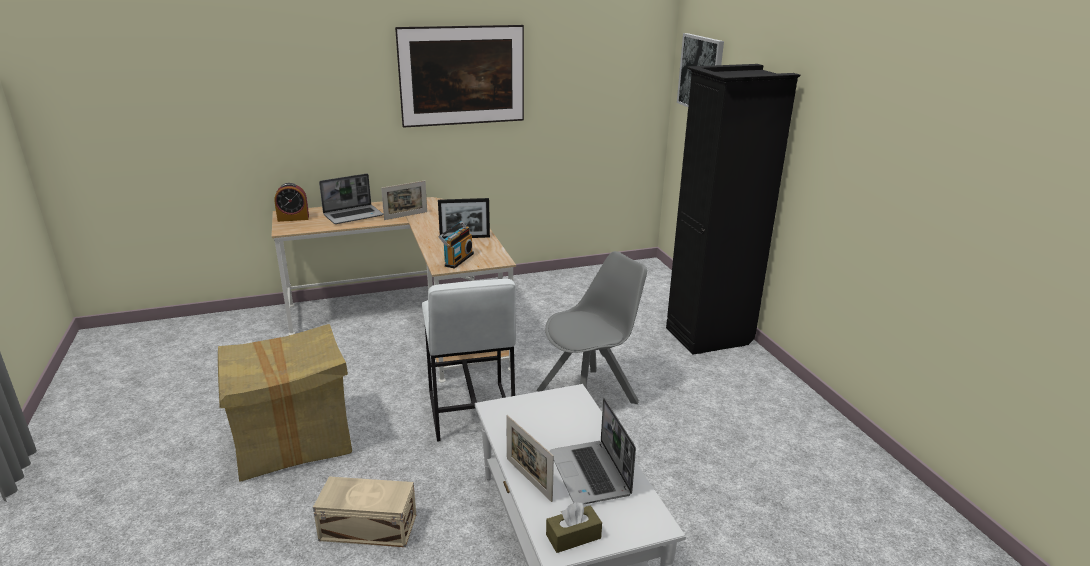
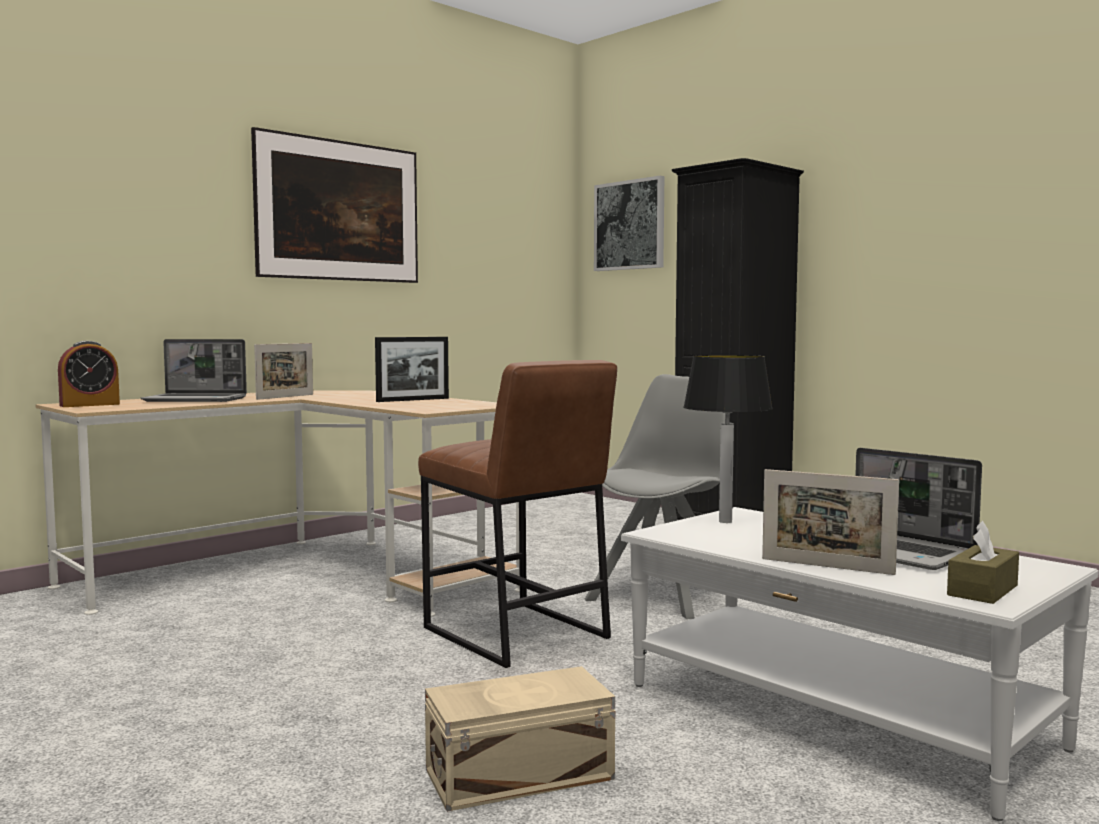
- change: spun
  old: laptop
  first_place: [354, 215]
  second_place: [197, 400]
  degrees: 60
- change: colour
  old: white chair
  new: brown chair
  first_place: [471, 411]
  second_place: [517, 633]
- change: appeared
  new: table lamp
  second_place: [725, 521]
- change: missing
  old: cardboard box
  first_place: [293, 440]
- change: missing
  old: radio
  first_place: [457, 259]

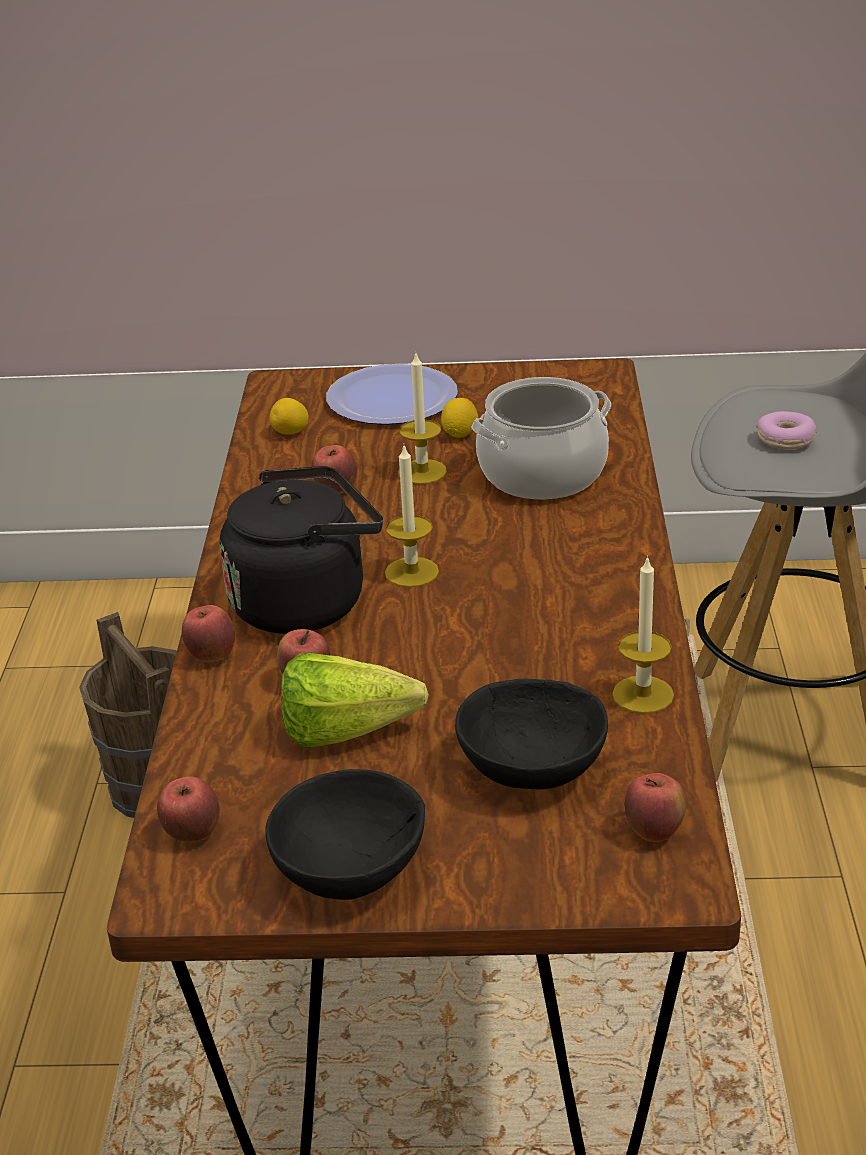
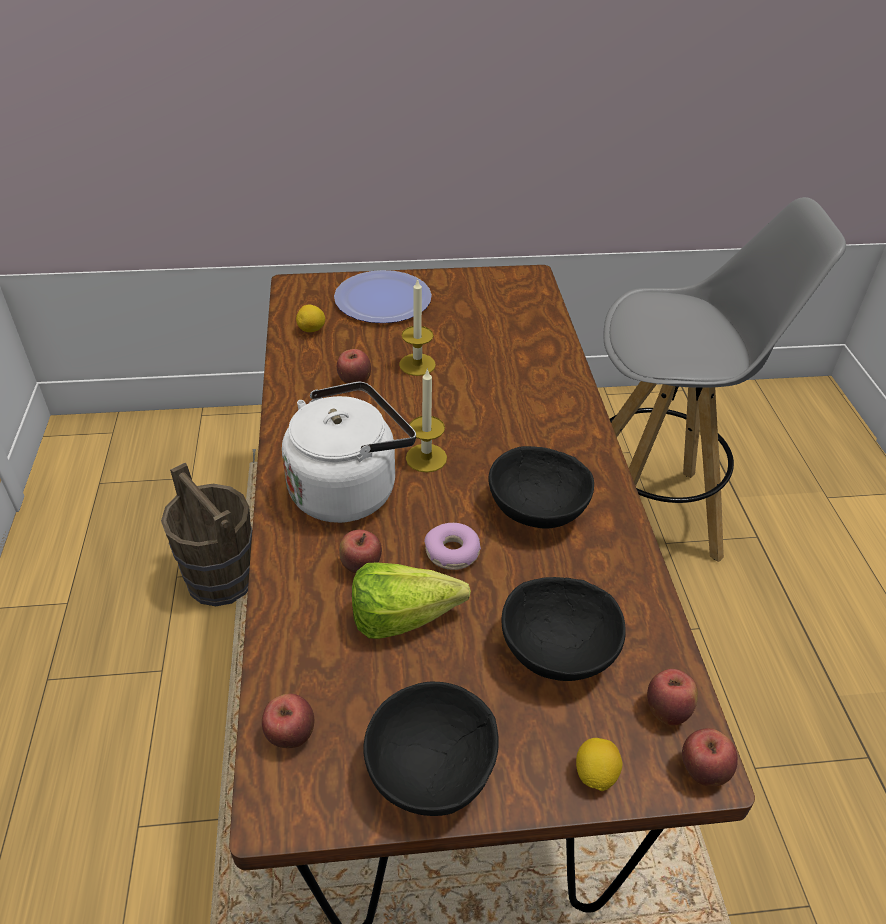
- change: colour
  old: black kettle
  new: white kettle
  first_place: [306, 602]
  second_place: [348, 488]
- change: relocated
  old: donut
  first_place: [786, 440]
  second_place: [452, 553]
- change: appeared
  new: black bowl
  second_place: [535, 510]
- change: relocated
  old: lemon
  first_place: [459, 434]
  second_place: [595, 774]
- change: relocated
  old: apple
  first_place: [211, 656]
  second_place: [702, 771]
- change: missing
  old: cooking pot
  first_place: [542, 474]
- change: missing
  old: candle
  first_place: [643, 694]

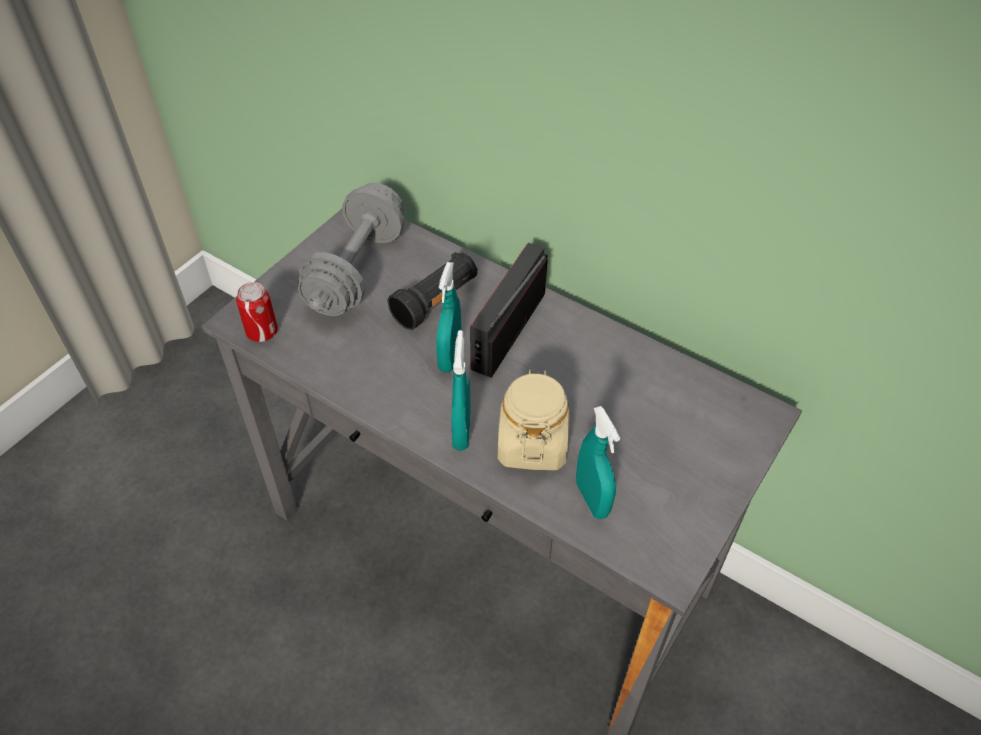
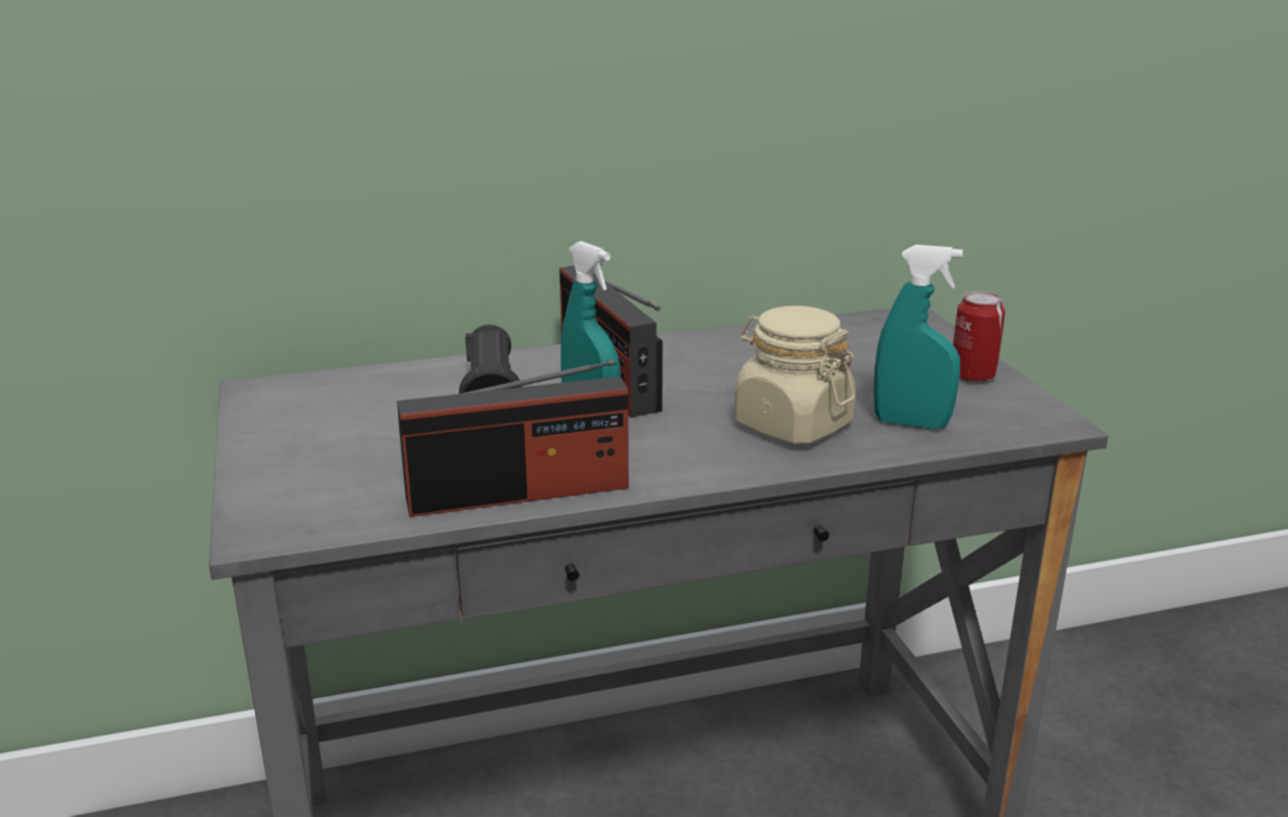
- change: appeared
  new: radio
  second_place: [519, 492]
- change: relocated
  old: can
  first_place: [262, 332]
  second_place: [972, 375]
- change: missing
  old: grey dumbbell
  first_place: [356, 270]
- change: missing
  old: turquoise spray bottle
  first_place: [461, 432]

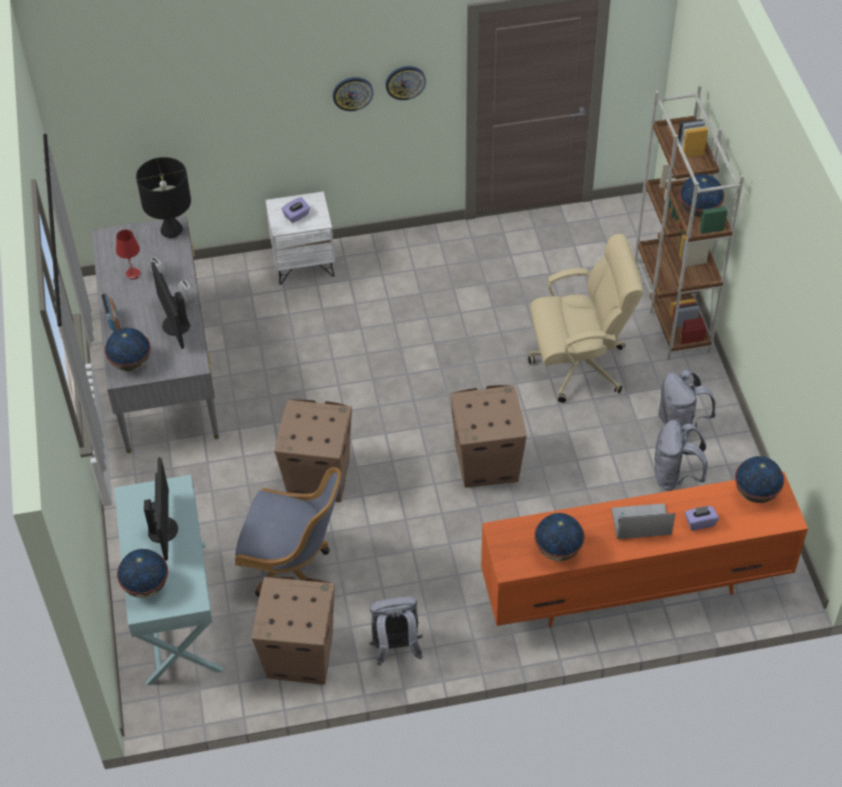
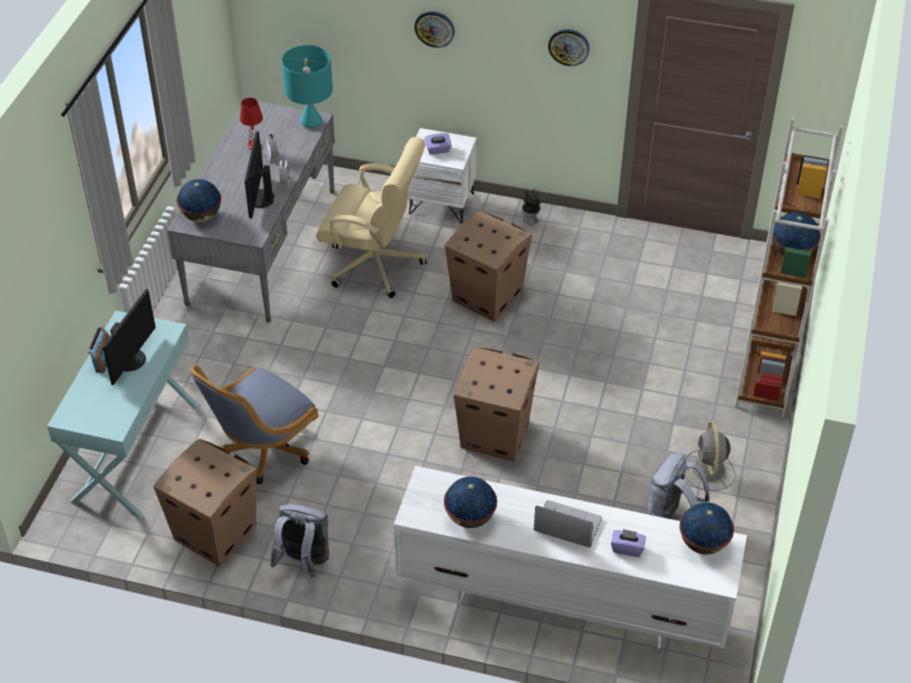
- change: relocated
  old: radio
  first_place: [113, 321]
  second_place: [104, 360]
- change: spun
  old: blue office chair
  first_place: [294, 566]
  second_place: [261, 454]
  degrees: 90
- change: colour
  old: black table lamp
  new: turquoise table lamp
  first_place: [172, 231]
  second_place: [311, 122]
- change: relocated
  old: beige office chair
  first_place: [579, 366]
  second_place: [374, 264]
- change: colour
  old: orange cabinet
  new: white cabinet
  first_place: [633, 590]
  second_place: [561, 604]
- change: relocated
  old: wall clock
  first_place: [352, 93]
  second_place: [434, 28]
- change: relocated
  old: cardboard box
  first_place: [317, 477]
  second_place: [486, 295]
- change: appeared
  new: potted plant
  second_place: [530, 220]
- change: exchanged
  old: grey backpack
  new: grey fan
  first_place: [680, 424]
  second_place: [708, 471]
- change: missing
  old: globe
  first_place: [145, 586]

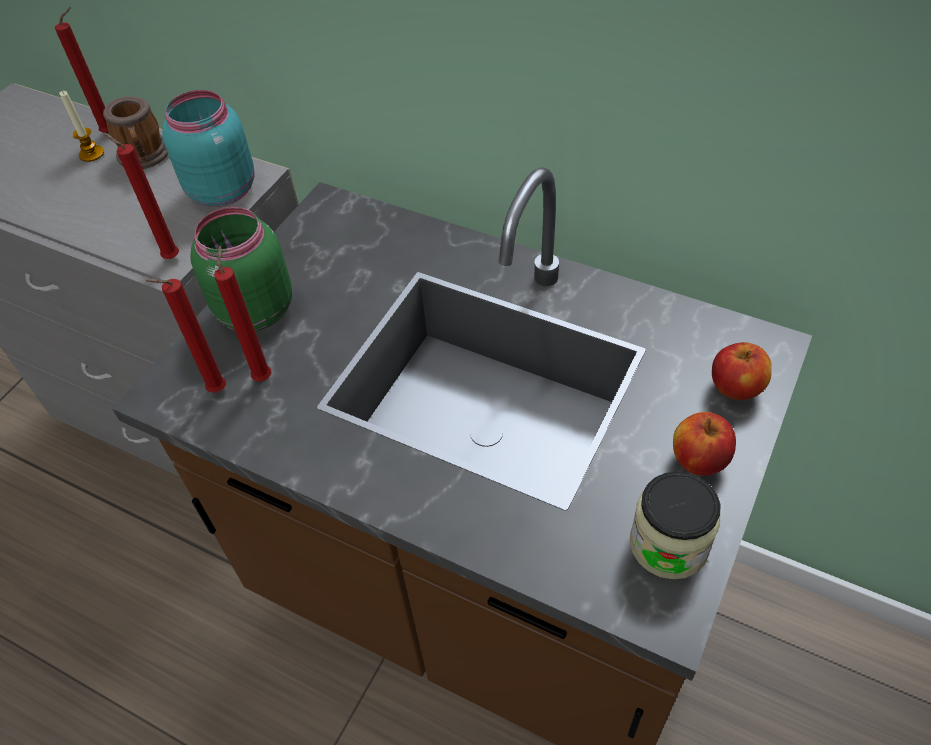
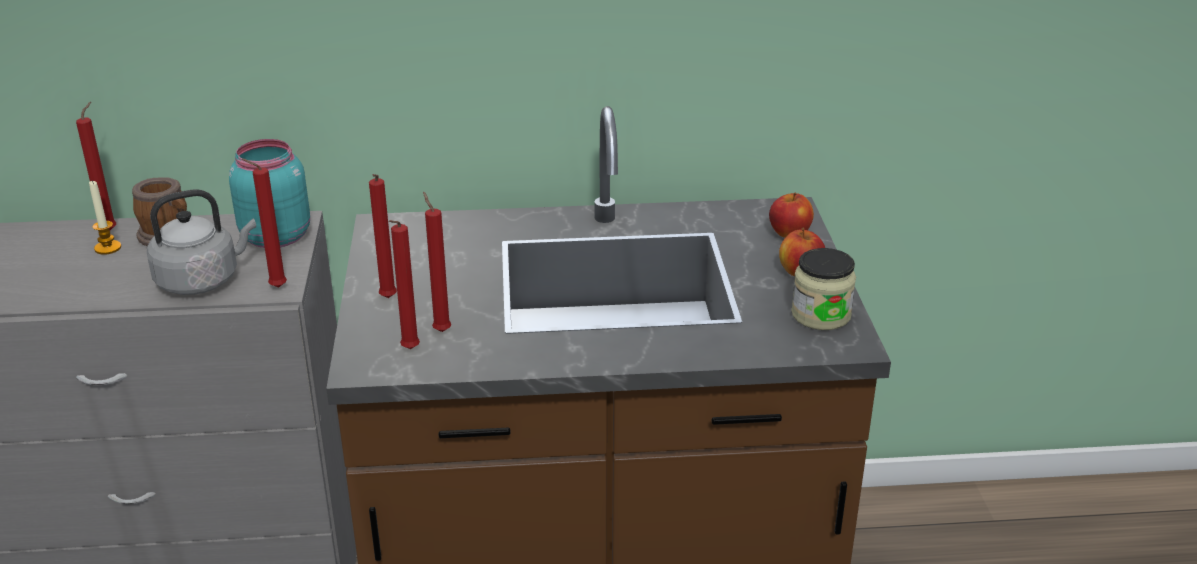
- change: appeared
  new: grey kettle
  second_place: [202, 280]
- change: exchanged
  old: green jar
  new: red candle
  first_place: [253, 311]
  second_place: [387, 299]

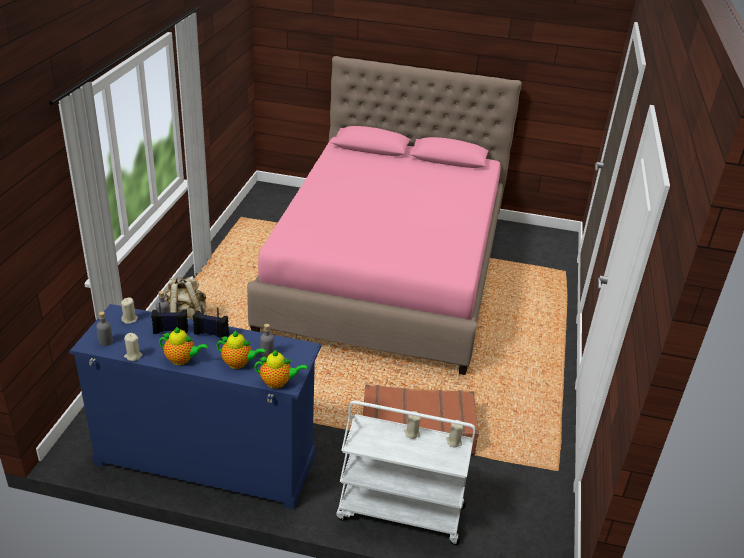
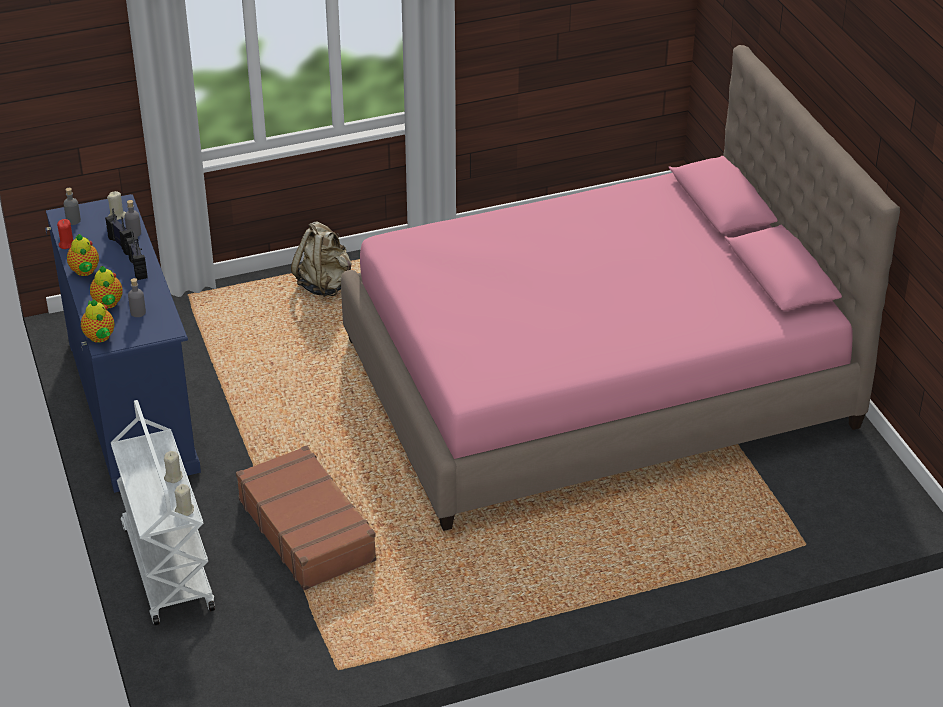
- change: colour
  old: beige candle
  new: red candle
  first_place: [133, 356]
  second_place: [66, 244]

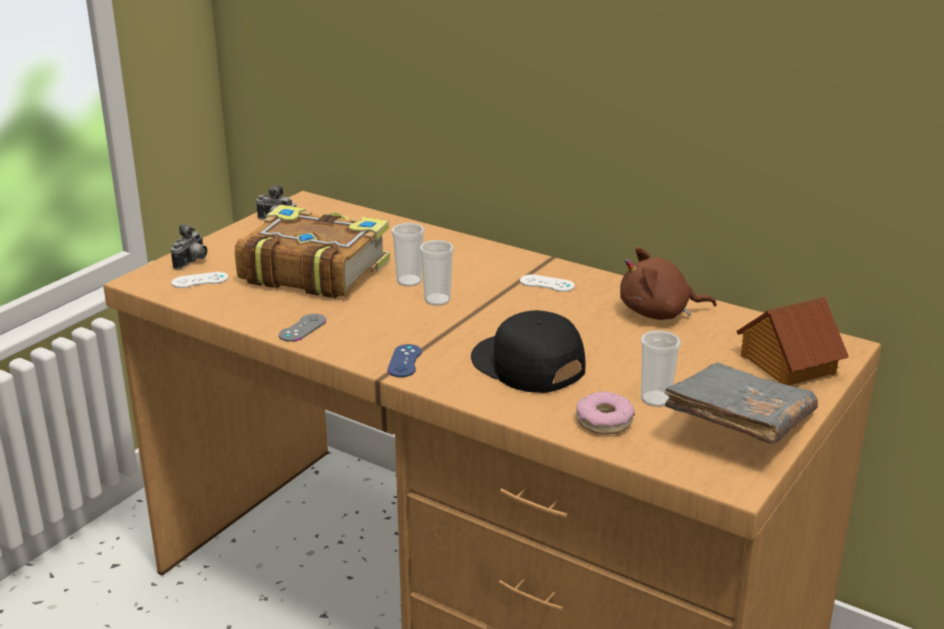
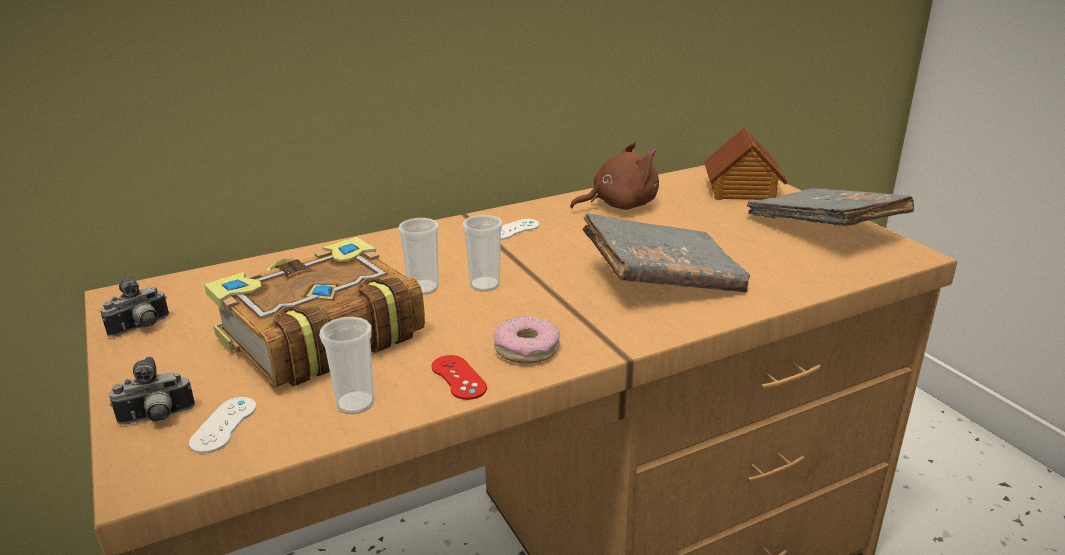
- change: spun
  old: photo camera
  first_place: [192, 262]
  second_place: [157, 419]
  degrees: 105
- change: relocated
  old: cup
  first_place: [655, 399]
  second_place: [355, 403]
- change: colour
  old: grey game controller
  new: red game controller
  first_place: [302, 328]
  second_place: [458, 377]
- change: relocated
  old: donut
  first_place: [603, 421]
  second_place: [526, 349]
- change: spun
  old: brown plush toy
  first_place: [659, 313]
  second_place: [619, 205]
  degrees: -135
- change: exchanged
  old: black cap
  new: grey book
  first_place: [526, 365]
  second_place: [662, 278]
- change: missing
  old: blue game controller
  first_place: [404, 361]

